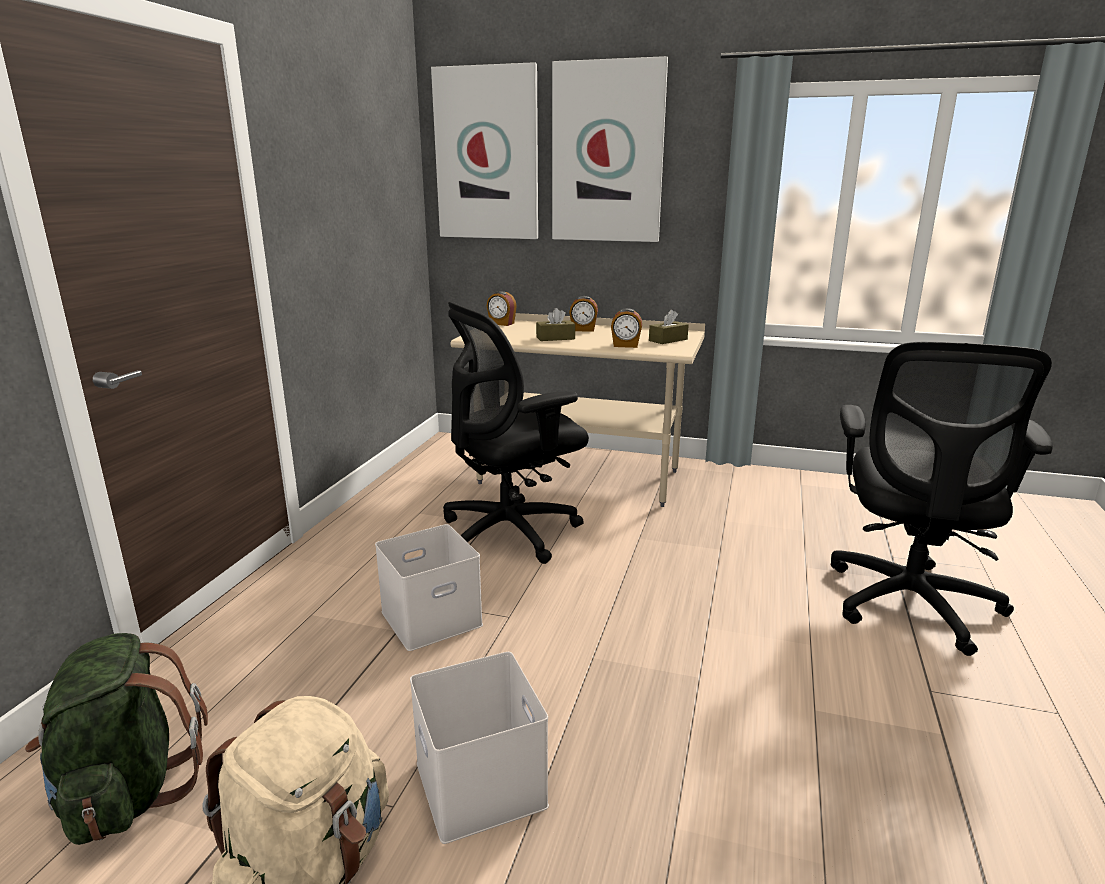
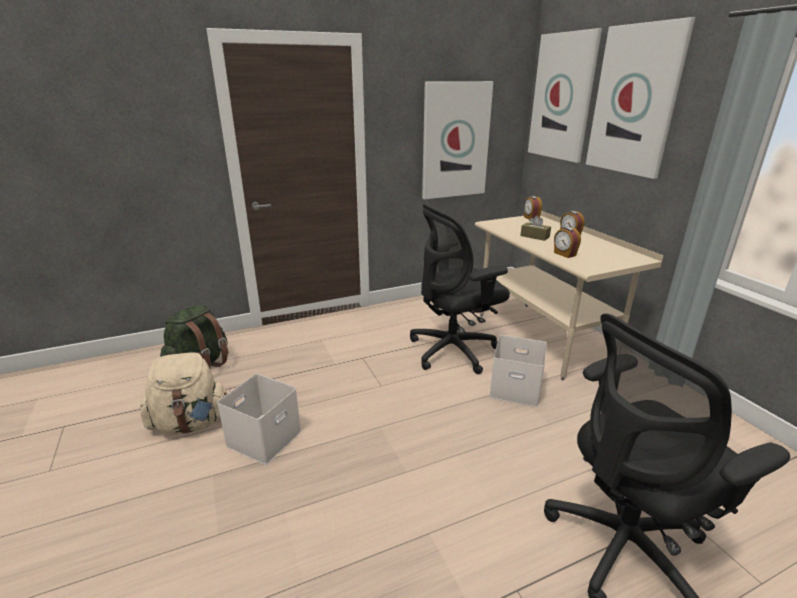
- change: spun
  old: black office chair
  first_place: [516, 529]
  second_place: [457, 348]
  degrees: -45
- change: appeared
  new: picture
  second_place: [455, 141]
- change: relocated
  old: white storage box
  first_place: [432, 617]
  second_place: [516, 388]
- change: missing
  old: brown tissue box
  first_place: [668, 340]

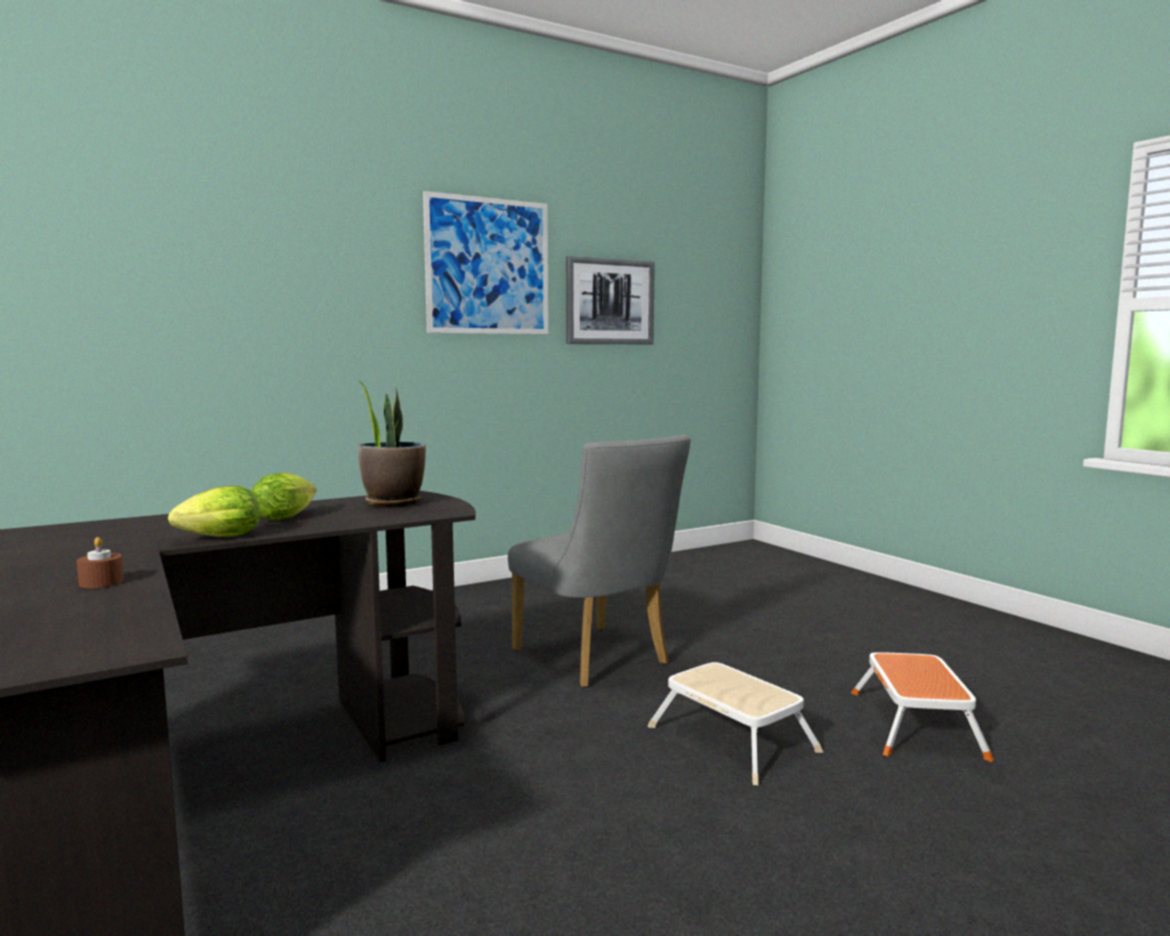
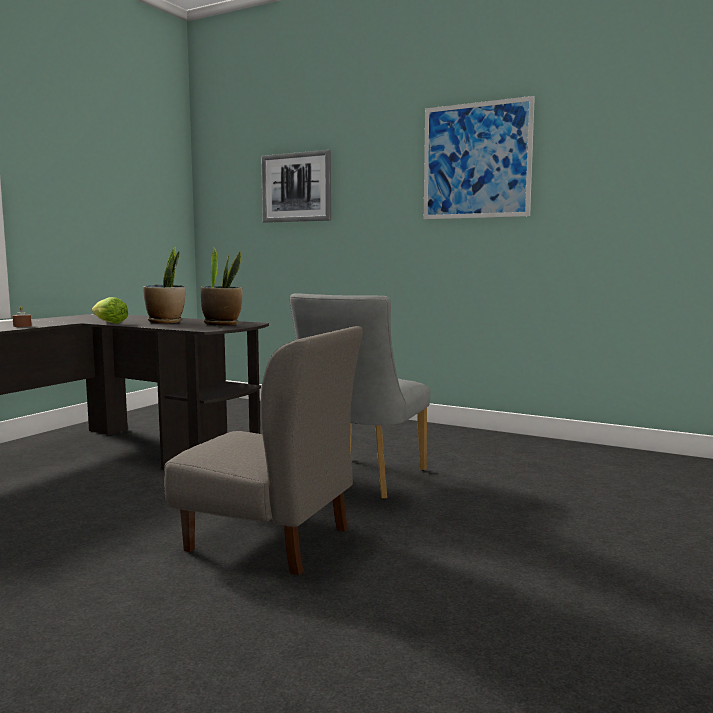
- change: exchanged
  old: lettuce
  new: potted plant
  first_place: [287, 517]
  second_place: [166, 322]
- change: exchanged
  old: beige step ladder
  new: grey chair
  first_place: [731, 739]
  second_place: [269, 540]
- change: relocated
  old: picture
  first_place: [610, 302]
  second_place: [296, 187]
- change: missing
  old: orange step ladder
  first_place: [915, 724]

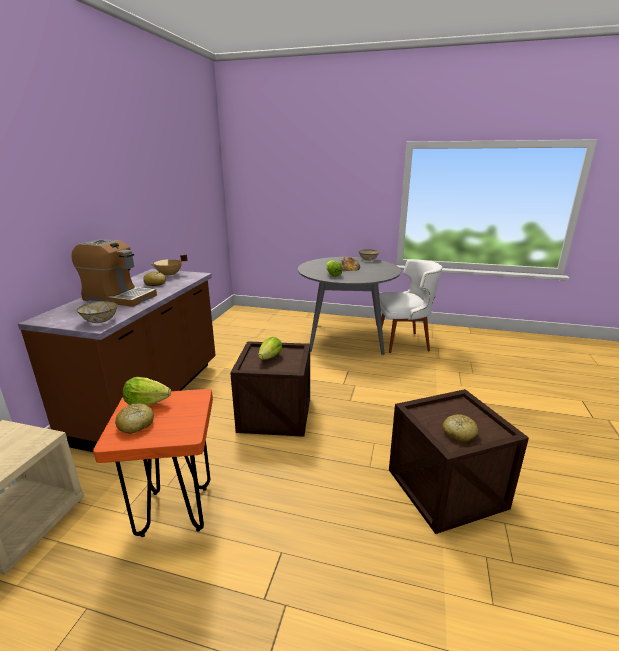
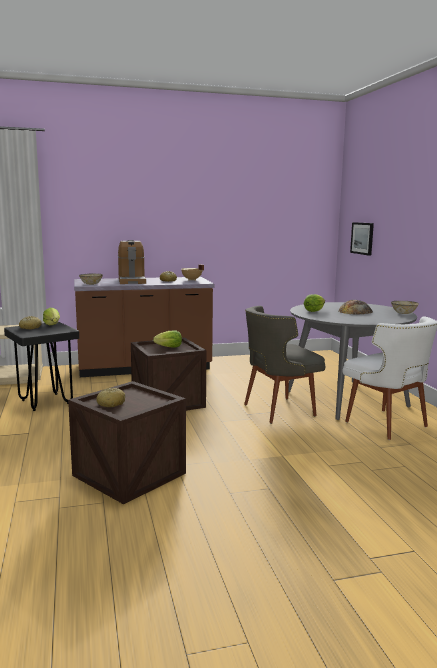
- change: colour
  old: orange stool
  new: black stool
  first_place: [175, 510]
  second_place: [45, 402]
- change: appeared
  new: grey chair
  second_place: [279, 410]
- change: appeared
  new: picture
  second_place: [362, 238]

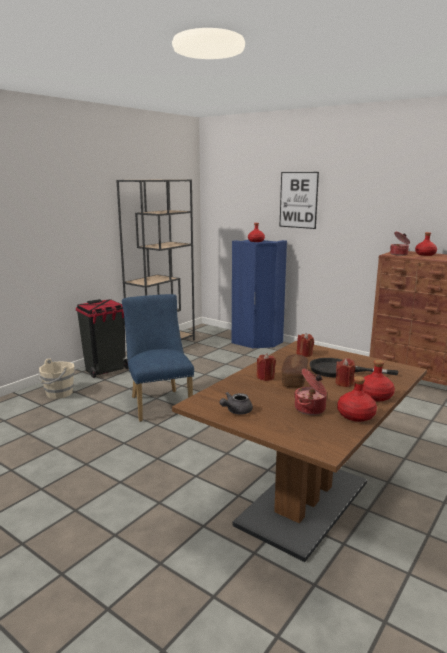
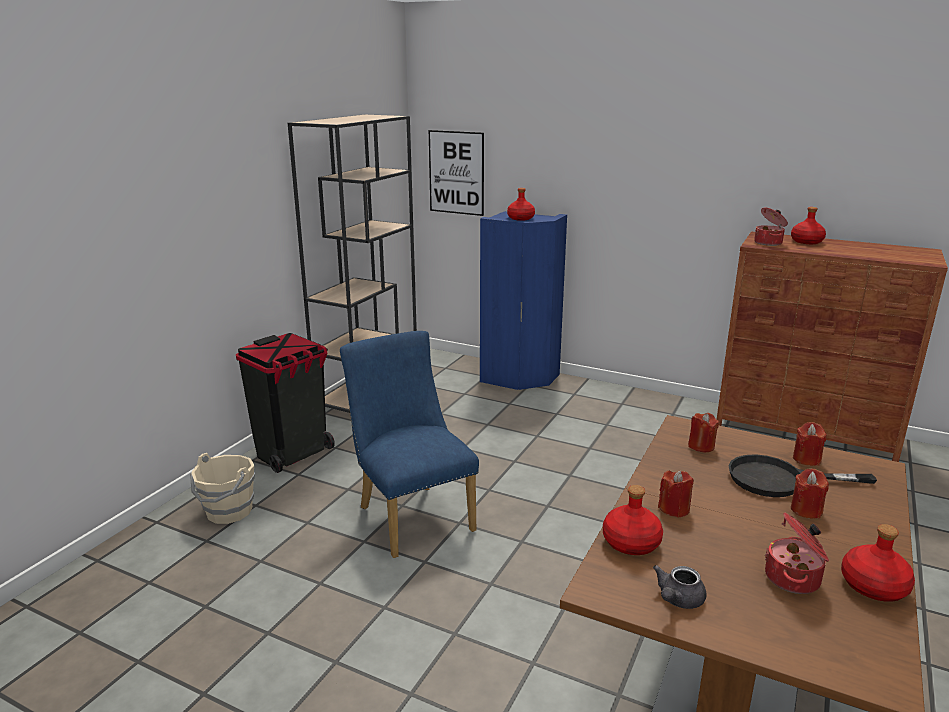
- change: relocated
  old: picture
  first_place: [298, 200]
  second_place: [456, 172]
- change: relocated
  old: red bottle
  first_place: [375, 396]
  second_place: [631, 542]
- change: appeared
  new: red candle
  second_place: [806, 459]
- change: missing
  old: bread
  first_place: [294, 379]

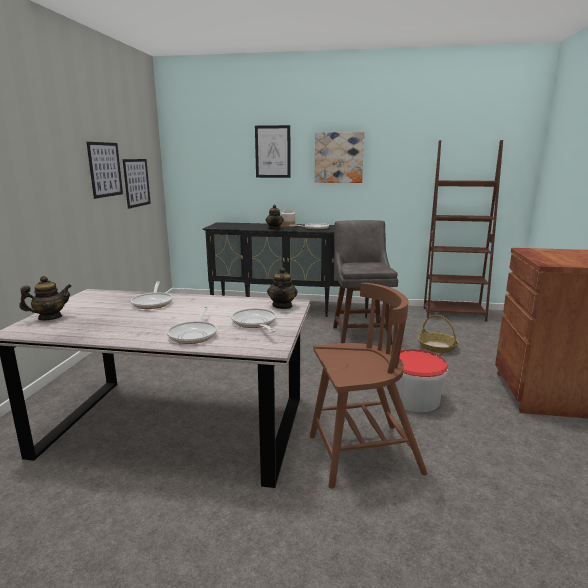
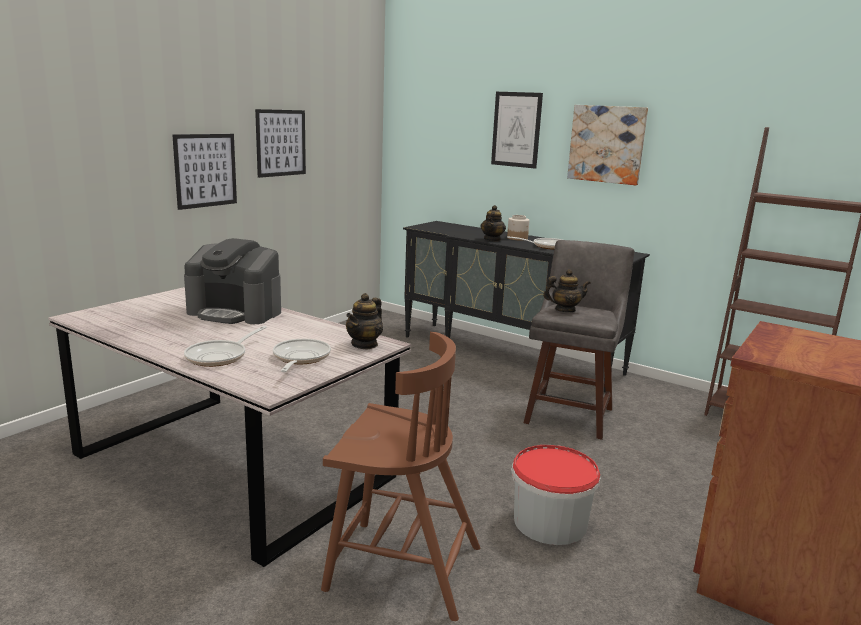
- change: relocated
  old: picture
  first_place: [136, 182]
  second_place: [205, 170]
- change: exchanged
  old: frying pan
  new: coffee machine
  first_place: [153, 303]
  second_place: [236, 312]
- change: relocated
  old: teapot
  first_place: [50, 317]
  second_place: [564, 310]
- change: missing
  old: basket
  first_place: [437, 347]

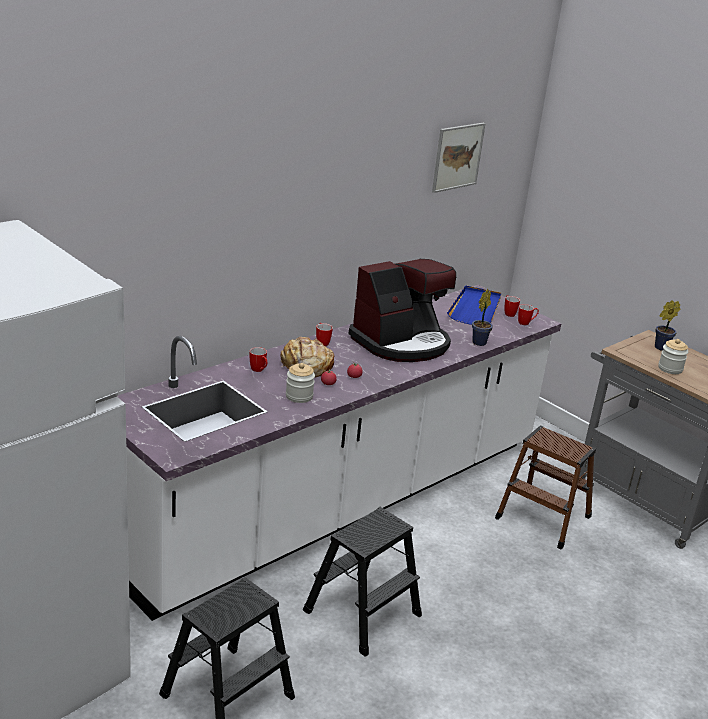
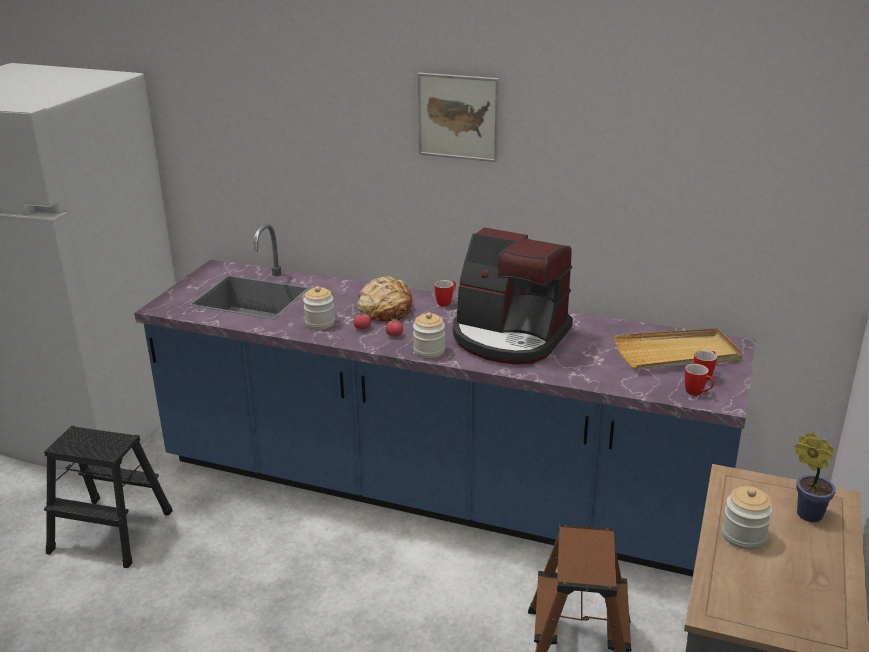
- change: colour
  old: white counter
  new: blue counter
  first_place: [339, 502]
  second_place: [436, 491]
- change: appeared
  new: jar
  second_place: [429, 351]
- change: relocated
  old: picture
  first_place: [457, 157]
  second_place: [458, 117]
- change: colour
  old: blue tray
  new: beige tray
  first_place: [475, 308]
  second_place: [677, 354]
- change: missing
  old: mug
  first_place: [259, 370]
- change: missing
  old: black step ladder
  first_place: [362, 612]
- change: missing
  old: potted plant
  first_place: [480, 342]

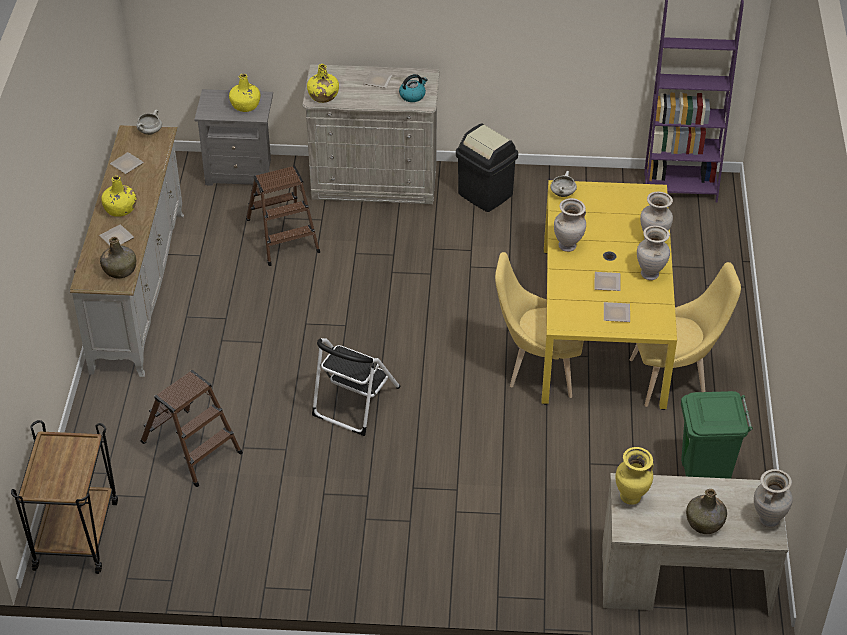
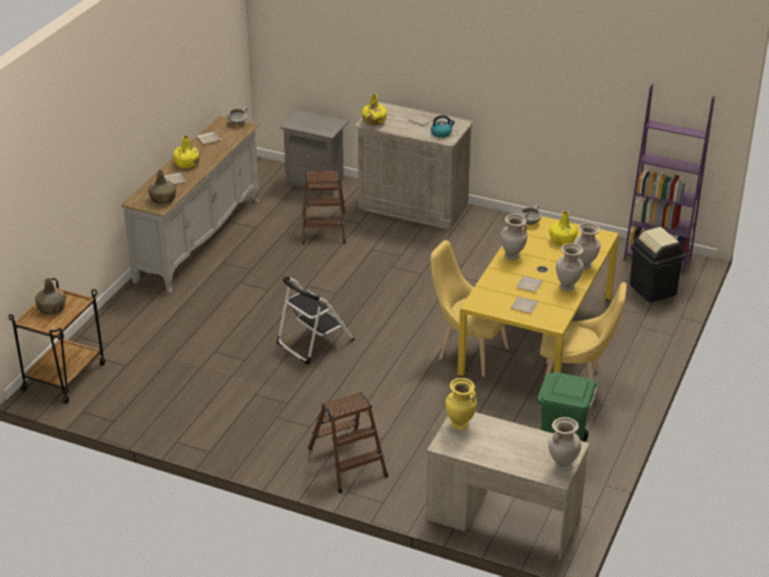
- change: relocated
  old: green bottle
  first_place: [705, 522]
  second_place: [52, 308]
- change: relocated
  old: brown step ladder
  first_place: [191, 447]
  second_place: [347, 462]
- change: relocated
  old: yellow bottle
  first_place: [246, 105]
  second_place: [563, 240]
- change: relocated
  old: black trash can
  first_place: [485, 194]
  second_place: [653, 289]

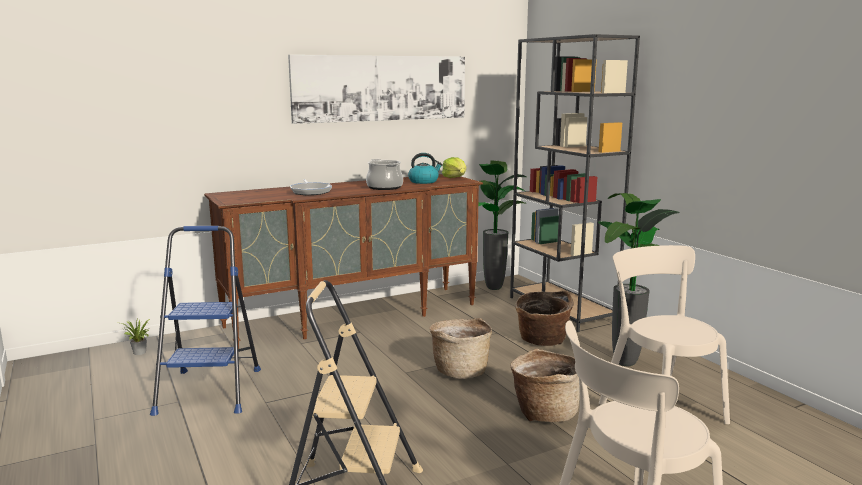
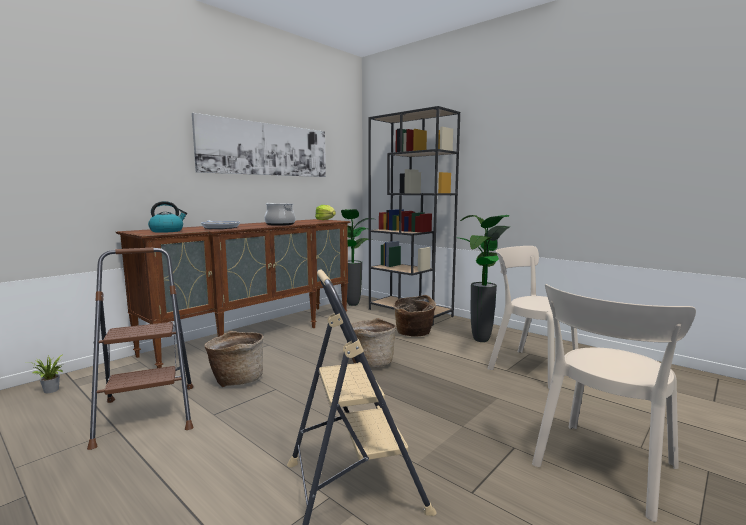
- change: colour
  old: blue step ladder
  new: brown step ladder
  first_place: [210, 388]
  second_place: [148, 411]
- change: relocated
  old: kettle
  first_place: [424, 181]
  second_place: [167, 231]
- change: relocated
  old: basket
  first_place: [544, 412]
  second_place: [236, 379]

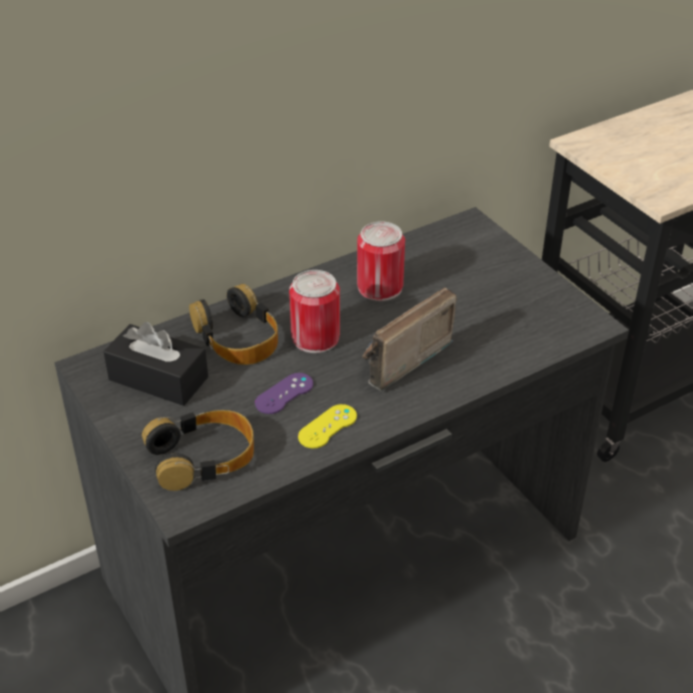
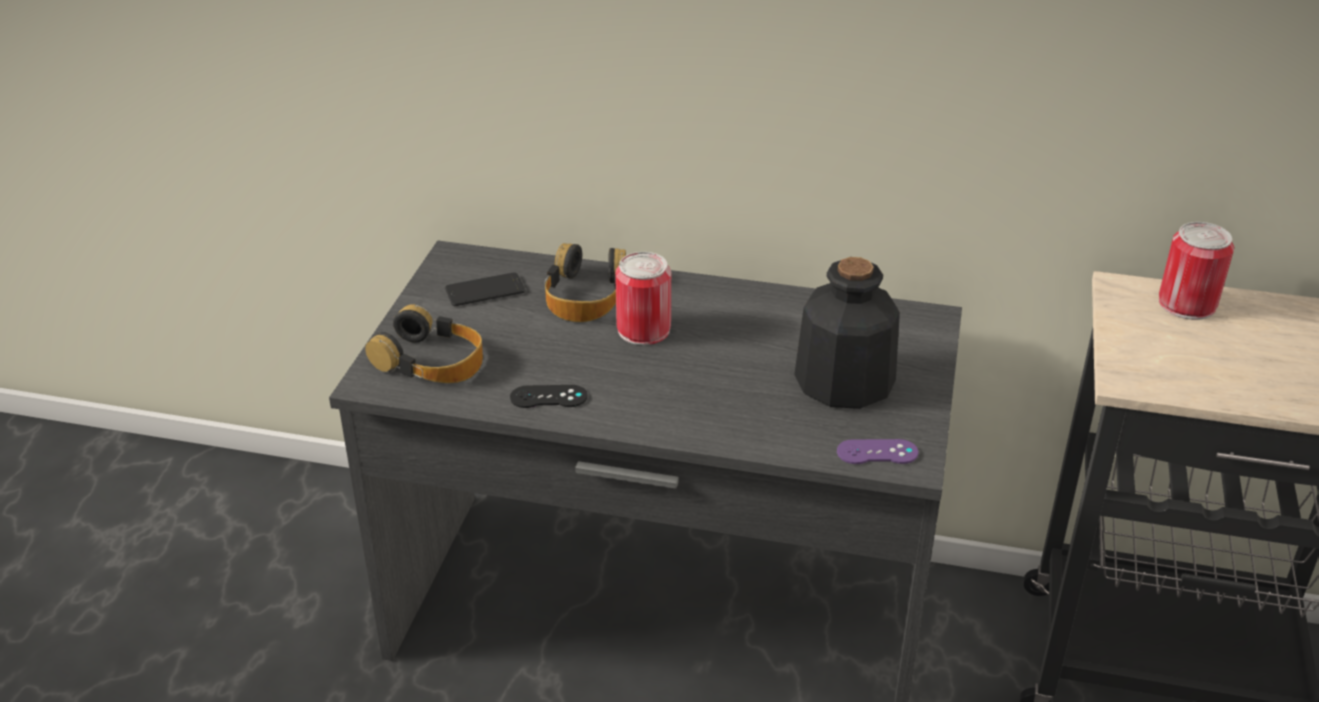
- change: exchanged
  old: black tissue box
  new: phone
  first_place: [158, 378]
  second_place: [485, 291]
- change: colour
  old: yellow game controller
  new: black game controller
  first_place: [327, 426]
  second_place: [548, 397]
- change: appeared
  new: bottle
  second_place: [843, 381]
- change: relocated
  old: purple game controller
  first_place: [284, 394]
  second_place: [877, 452]
- change: relocated
  old: can
  first_place: [380, 287]
  second_place: [1187, 304]
- change: missing
  old: radio
  first_place: [397, 359]

